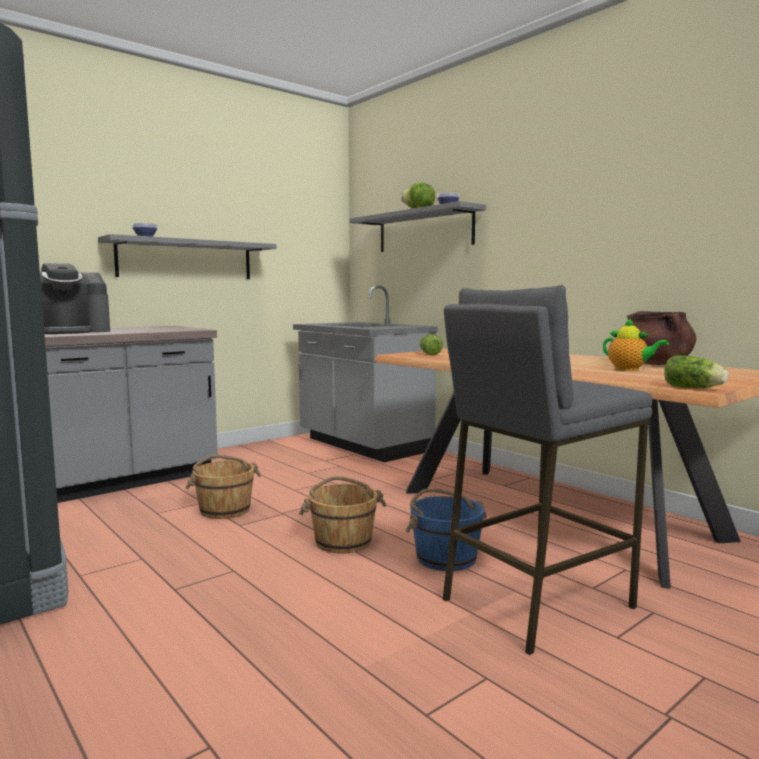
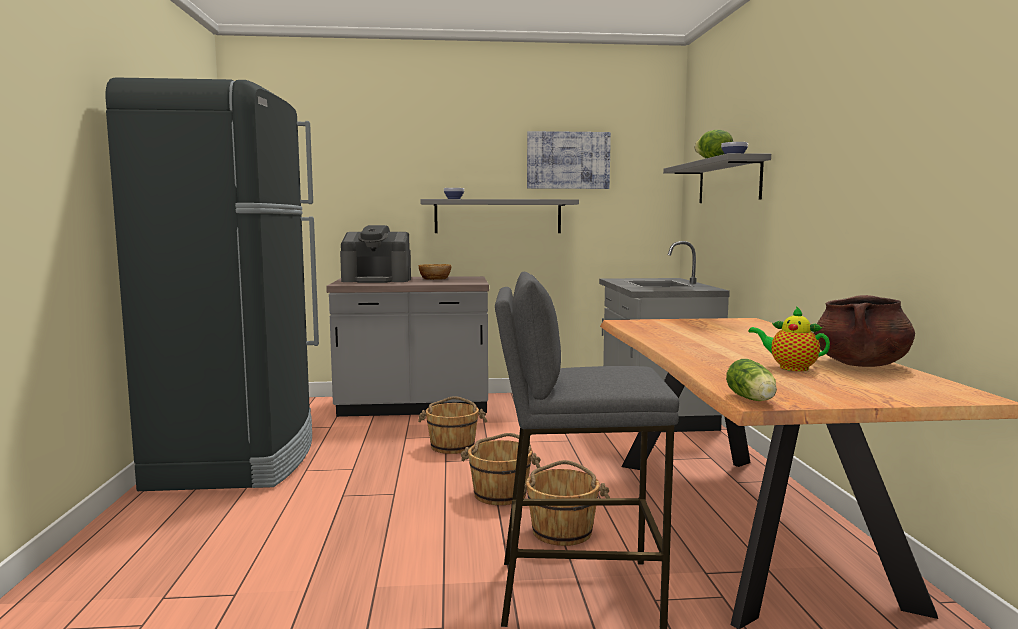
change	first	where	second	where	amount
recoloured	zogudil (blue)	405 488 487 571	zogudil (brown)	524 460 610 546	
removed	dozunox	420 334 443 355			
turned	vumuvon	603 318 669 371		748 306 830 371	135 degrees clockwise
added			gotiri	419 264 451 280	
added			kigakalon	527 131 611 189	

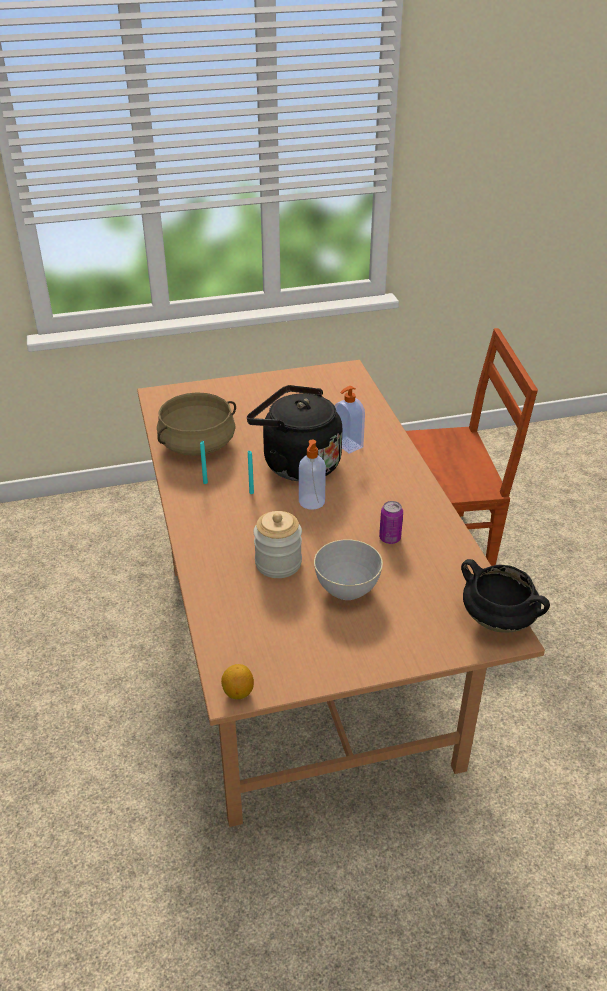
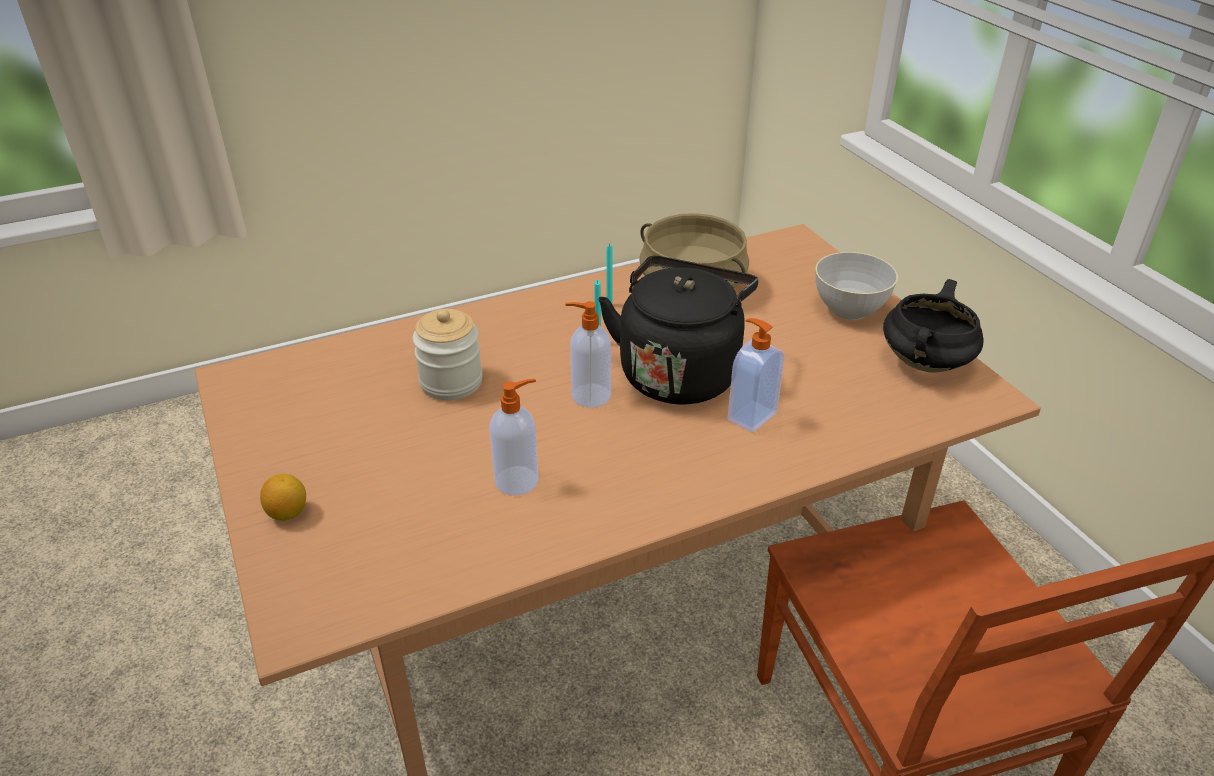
change	first	where	second	where	amount
moved	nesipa	221 664 254 699		260 474 306 521	
moved	gotiri (grey)	314 539 383 600		815 252 898 320	
replaced	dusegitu	379 501 403 544	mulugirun	489 379 538 496	
moved	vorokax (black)	461 559 550 632		883 279 983 373	

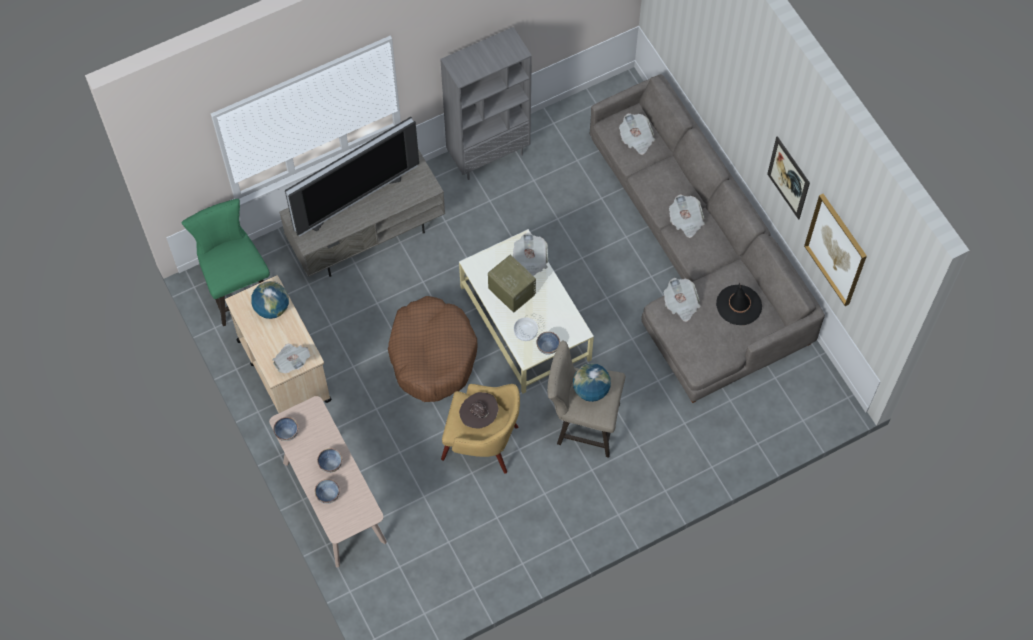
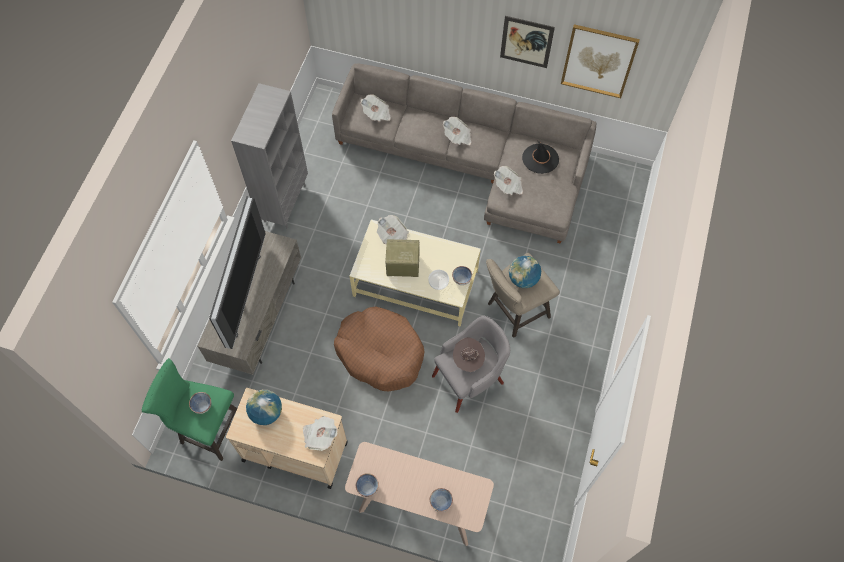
change	first	where	second	where	amount
moved	gotiri	317 448 342 473		189 392 212 414	
recoloured	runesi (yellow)	441 384 520 474	runesi (grey)	432 315 510 413	

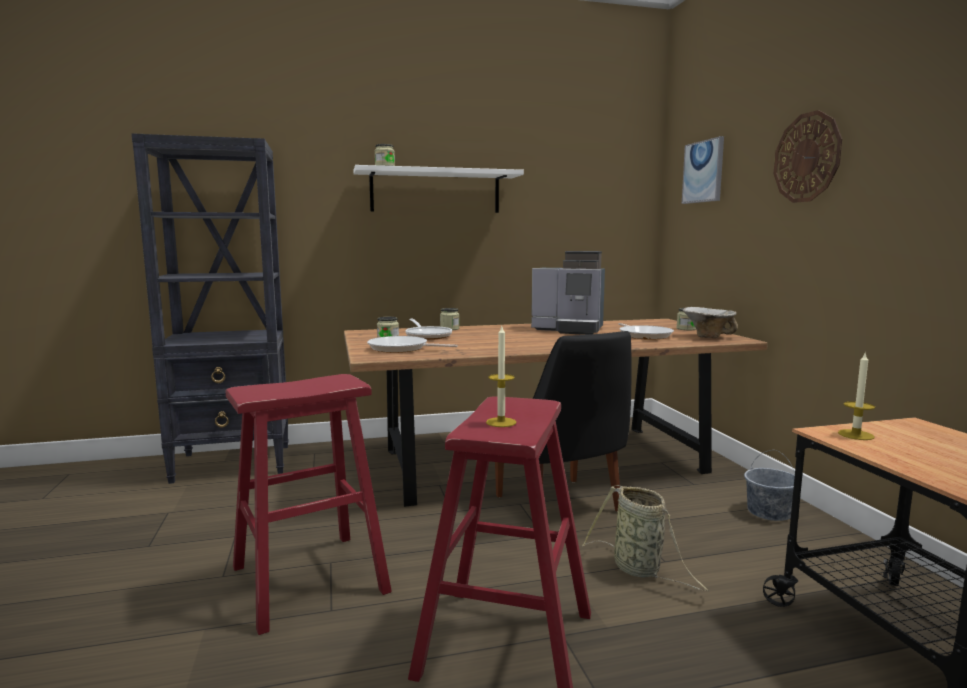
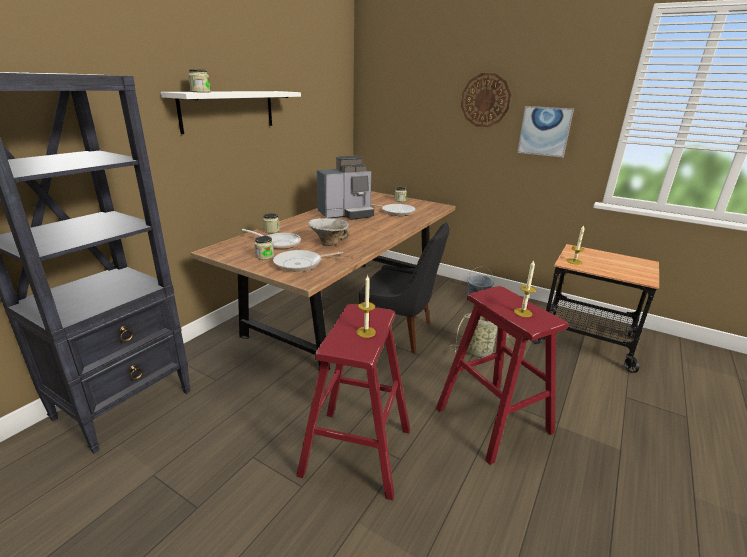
change	first	where	second	where	amount
moved	kigakalon	682 136 724 204		517 106 574 158	
moved	gotiri	683 307 738 338		308 218 349 246	
added			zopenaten	357 274 376 338	

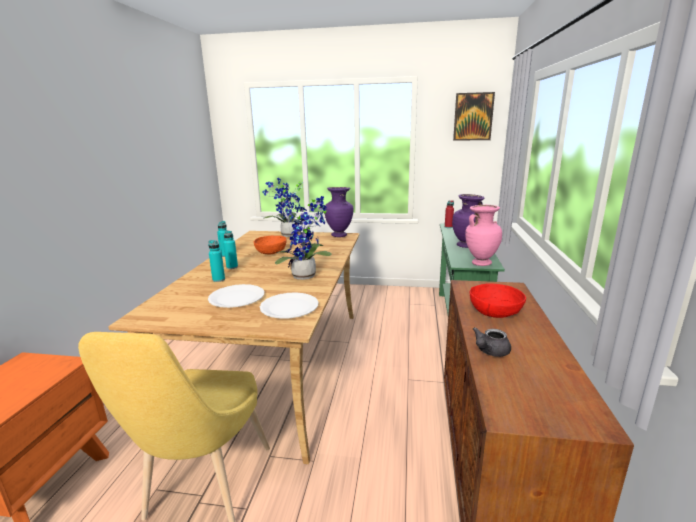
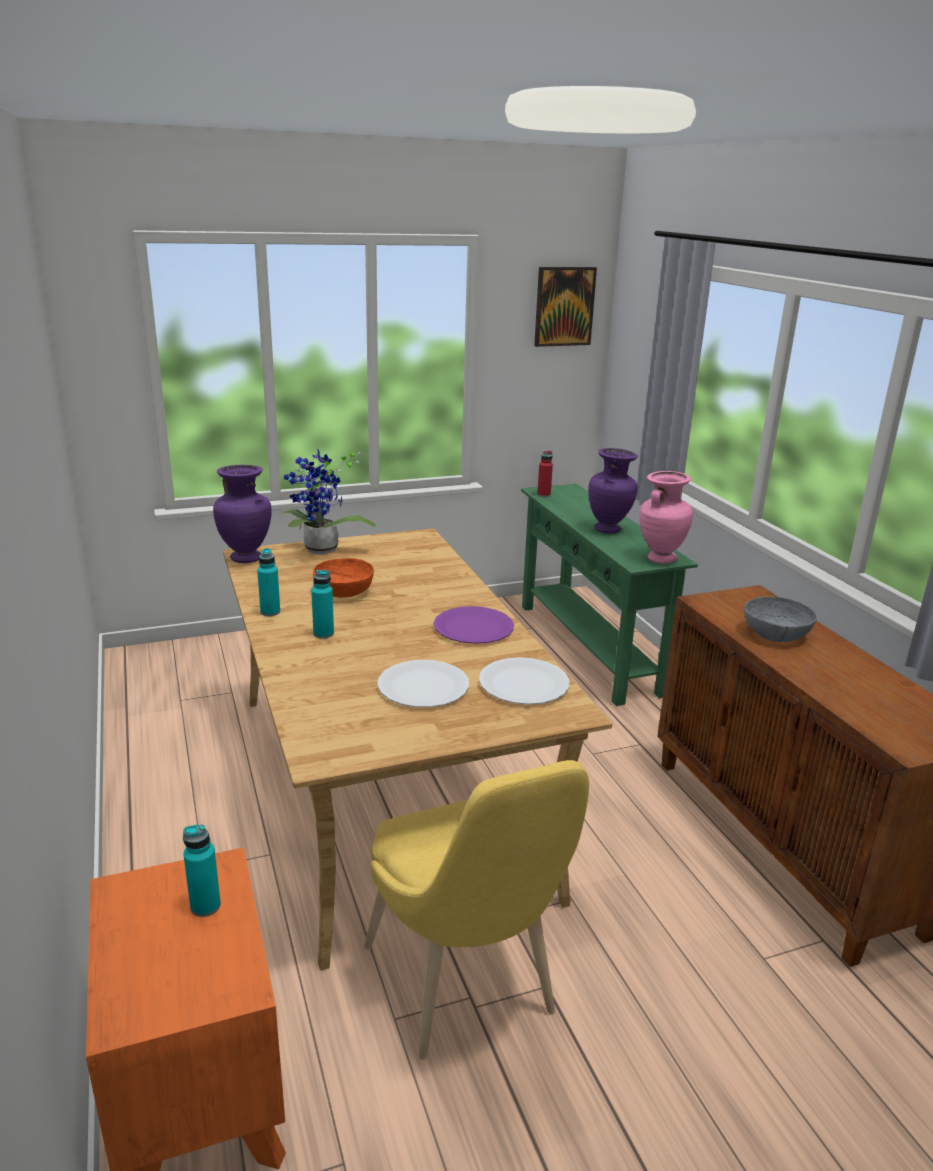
change	first	where	second	where	amount
moved	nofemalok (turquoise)	208 240 225 282		183 824 221 917	
replaced	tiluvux	275 196 332 280	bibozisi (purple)	434 606 514 644	
moved	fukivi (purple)	325 187 353 237		213 465 272 563	
recoloured	gotiri (red)	470 284 526 318	gotiri (grey)	744 597 817 642	
removed	vumuvon (grey)	473 327 511 357			

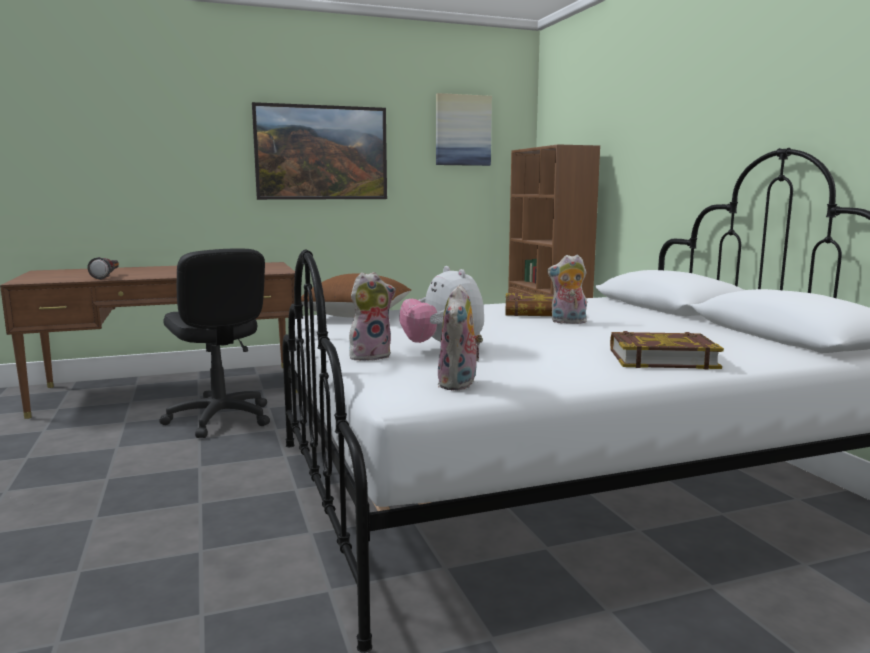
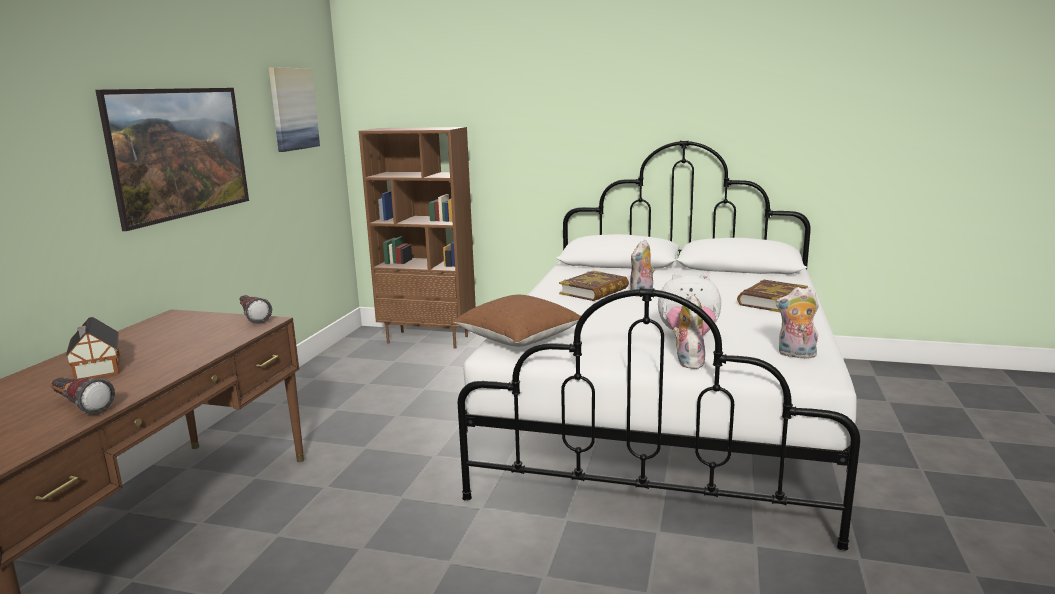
change	first	where	second	where	amount
removed	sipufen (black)	159 249 270 438			
turned	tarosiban	438 284 483 391		776 287 819 358	150 degrees clockwise
added			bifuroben	65 317 120 379	
added			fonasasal	239 295 272 324	

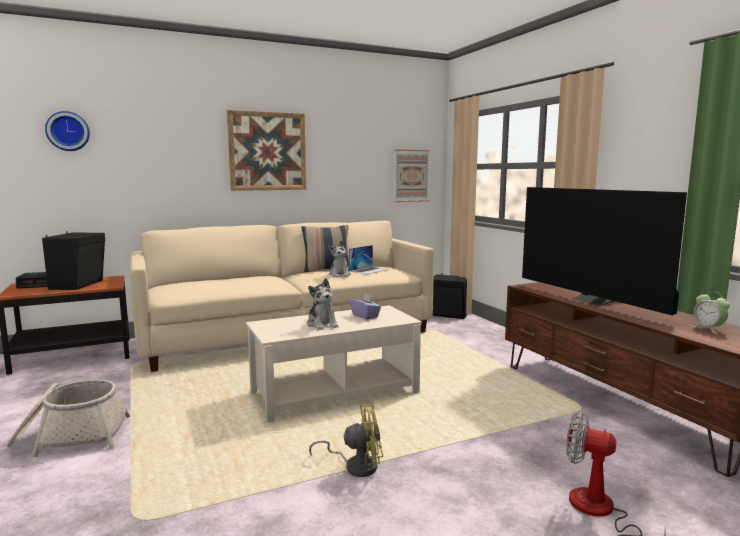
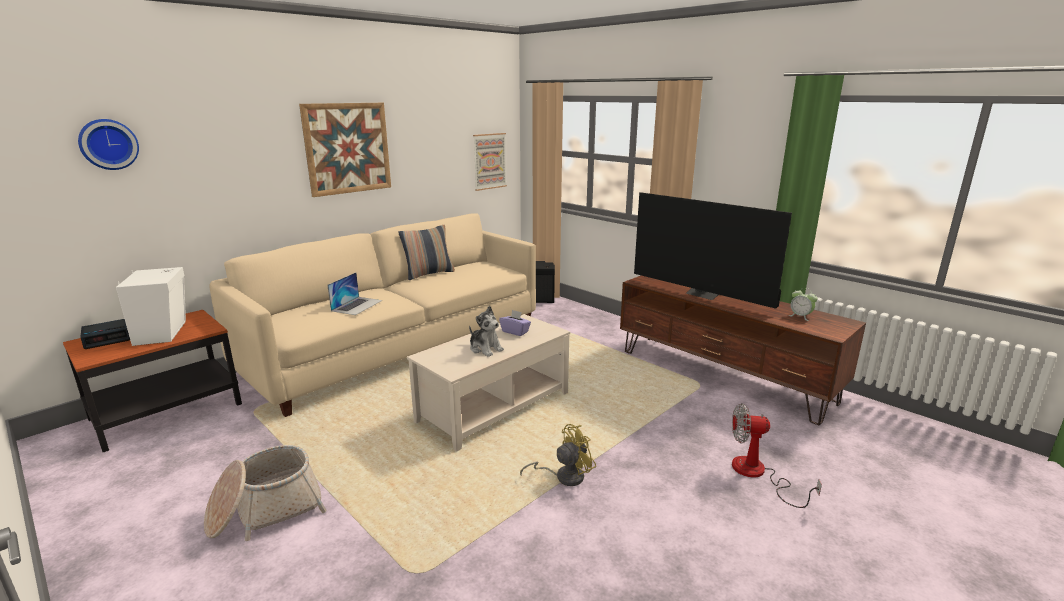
change	first	where	second	where	amount
recoloured	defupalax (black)	42 231 105 290	defupalax (white)	116 267 186 346	
removed	tarosiban	328 240 351 277			
moved	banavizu	349 245 390 275		327 272 382 315	

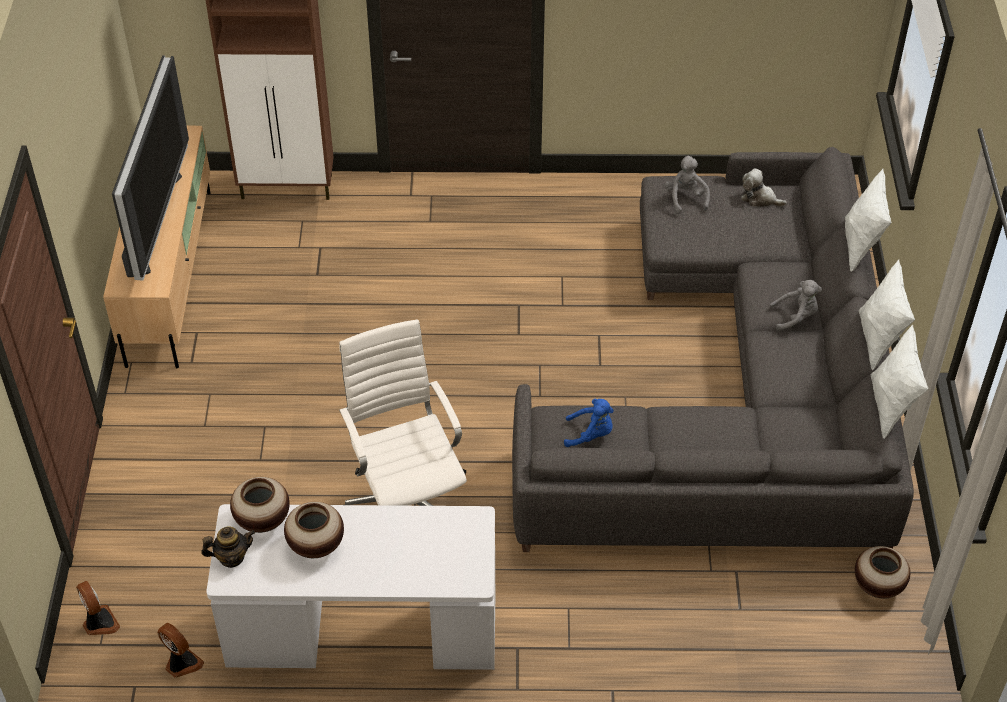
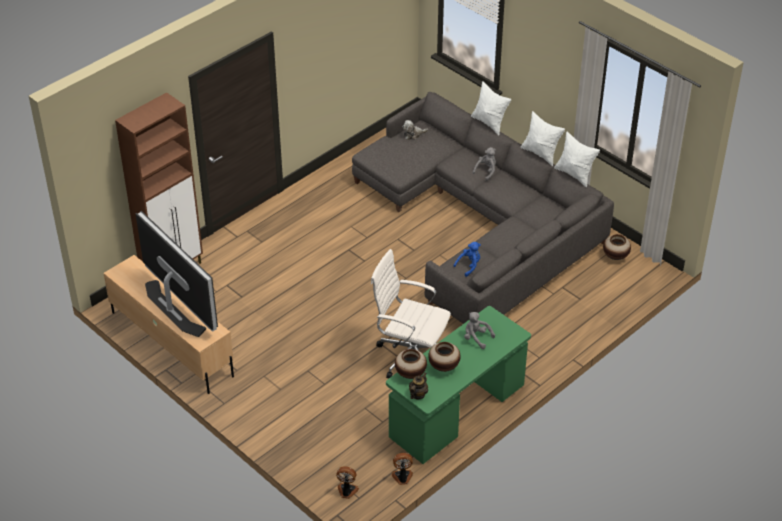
change	first	where	second	where	amount
recoloured	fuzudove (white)	207 504 495 670	fuzudove (green)	386 306 531 464	
moved	tarosiban (grey)	664 155 710 214		464 312 495 349	

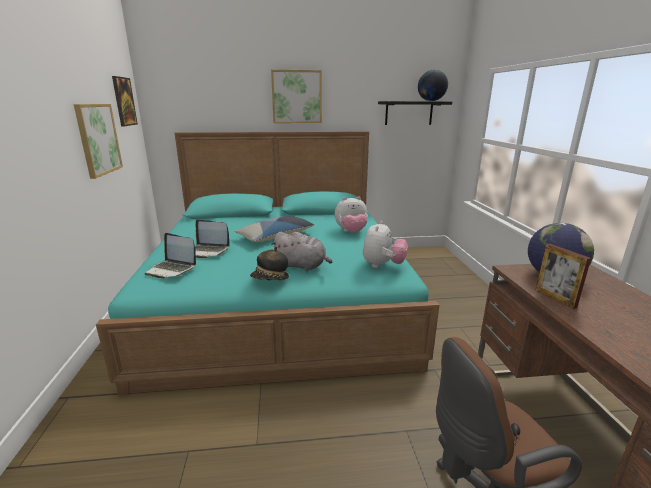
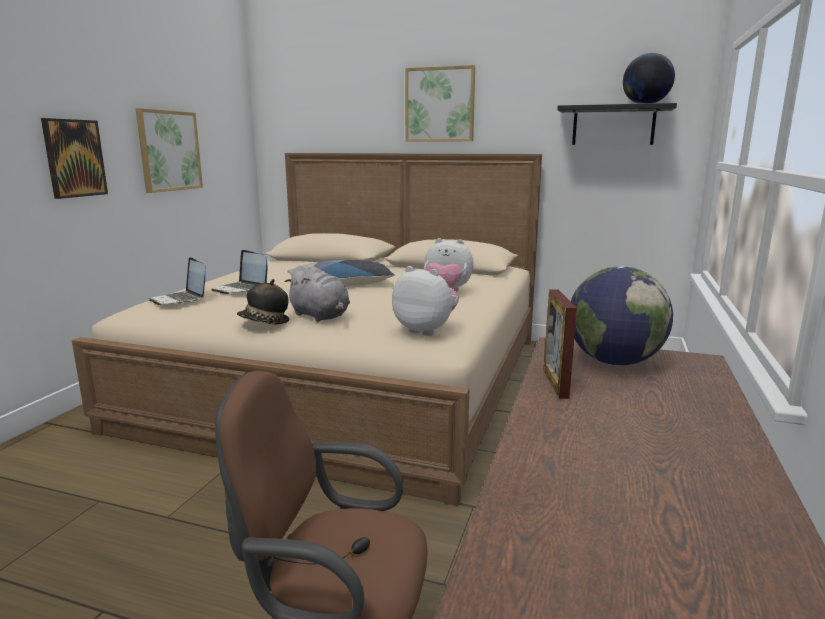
change	first	where	second	where	amount
recoloured	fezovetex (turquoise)	96 131 439 396	fezovetex (beige)	72 153 542 506	
moved	kigakalon	112 76 138 127		41 118 108 199	
turned	tarosiban	363 221 408 268		392 266 459 336	105 degrees counterclockwise

